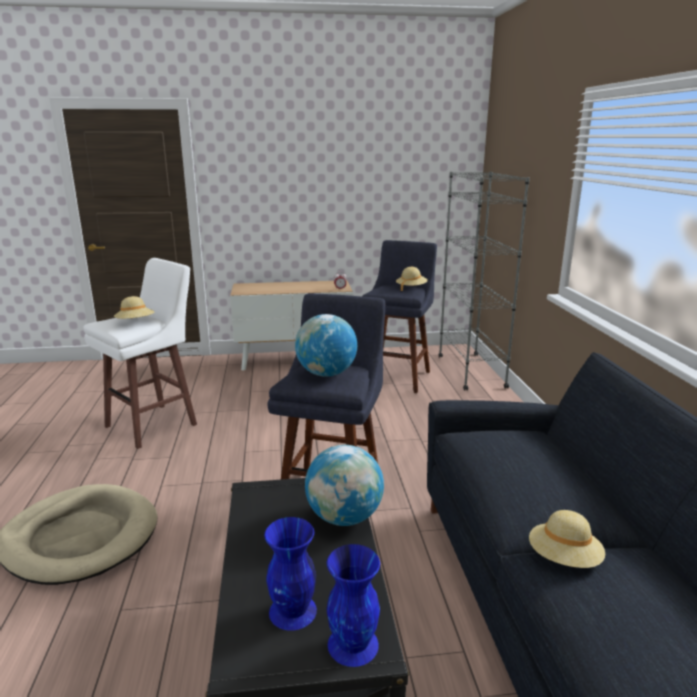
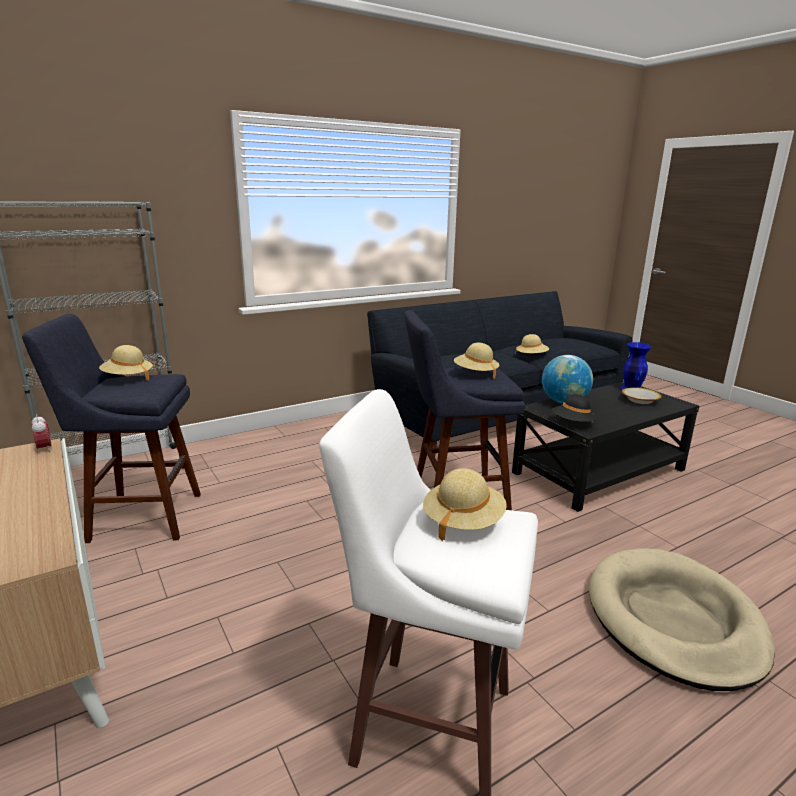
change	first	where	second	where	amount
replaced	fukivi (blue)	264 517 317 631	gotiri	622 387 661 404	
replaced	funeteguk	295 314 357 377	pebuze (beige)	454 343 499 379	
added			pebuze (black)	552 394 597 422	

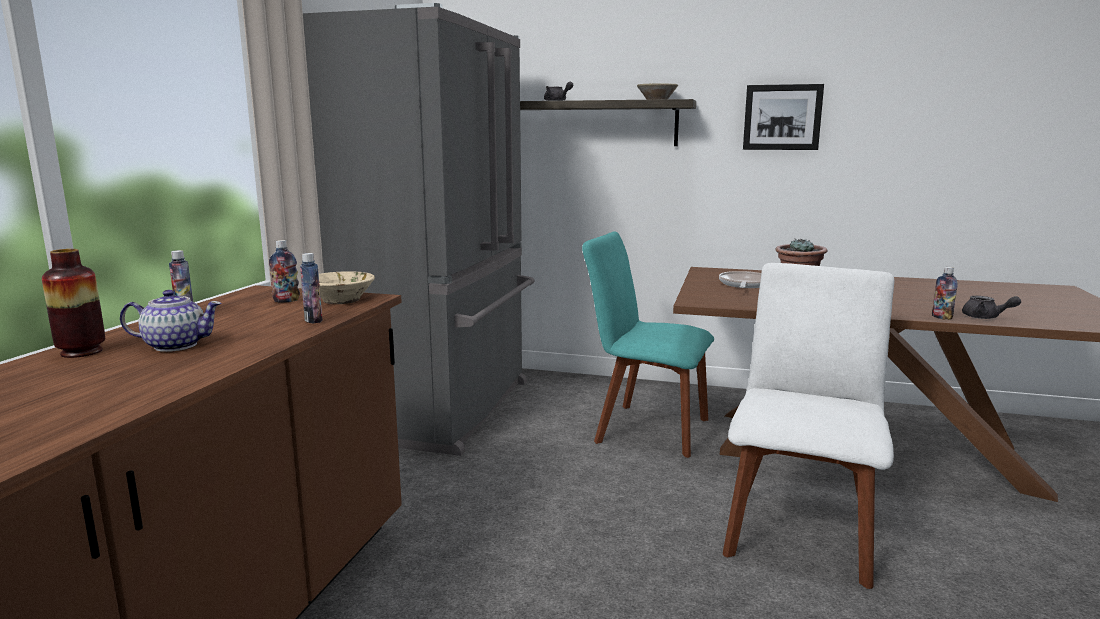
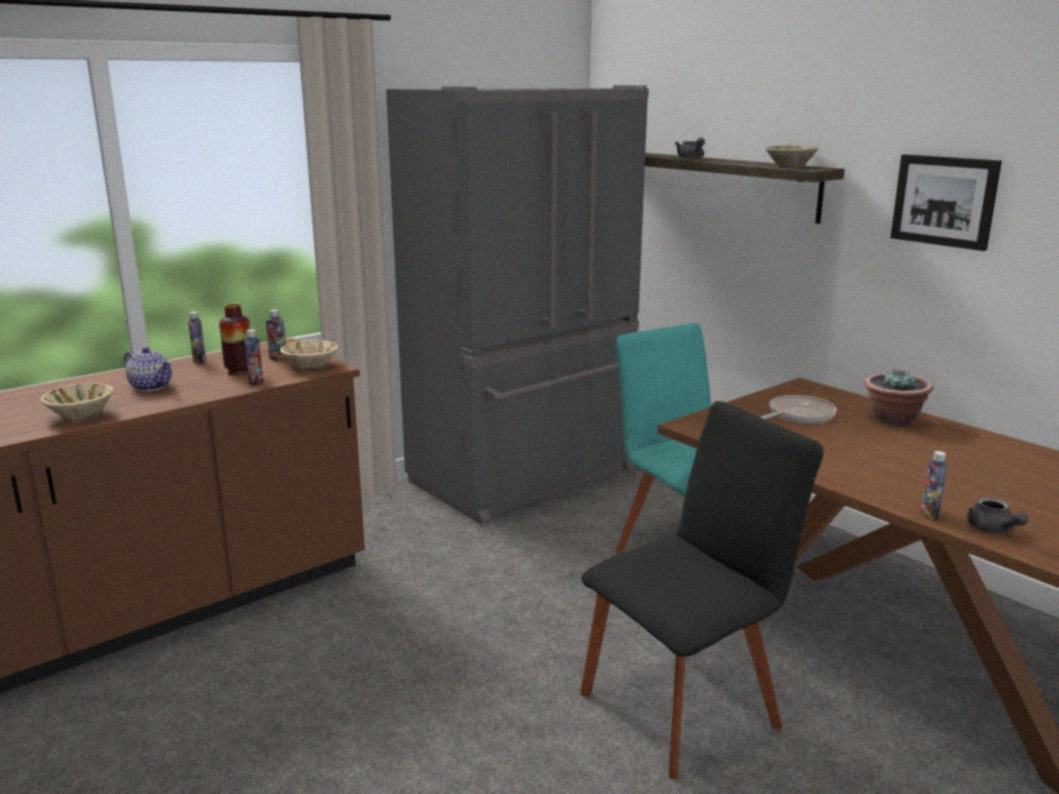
change	first	where	second	where	amount
moved	fukivi	42 249 105 358		219 304 251 375	
recoloured	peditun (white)	723 263 894 589	peditun (black)	580 401 824 779	
added			gotiri (beige)	41 383 114 421	

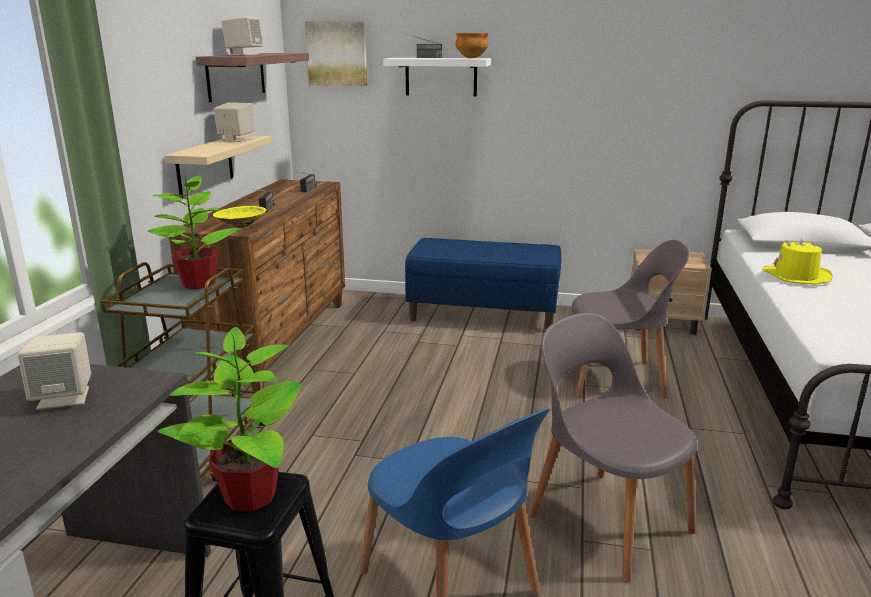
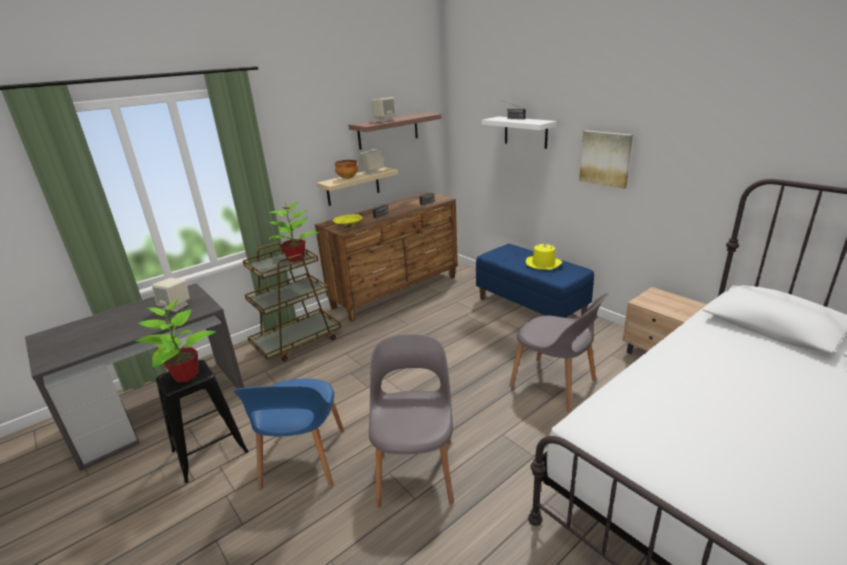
change	first	where	second	where	amount
moved	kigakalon	305 21 367 86		579 130 633 189	
moved	gotiri	455 33 488 58		335 160 358 179	
moved	pebuze (yellow)	762 239 832 285		526 243 562 270	

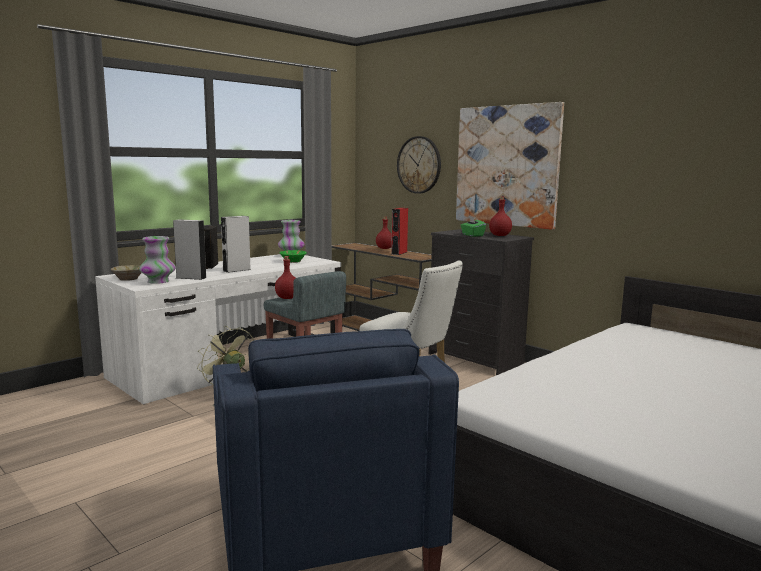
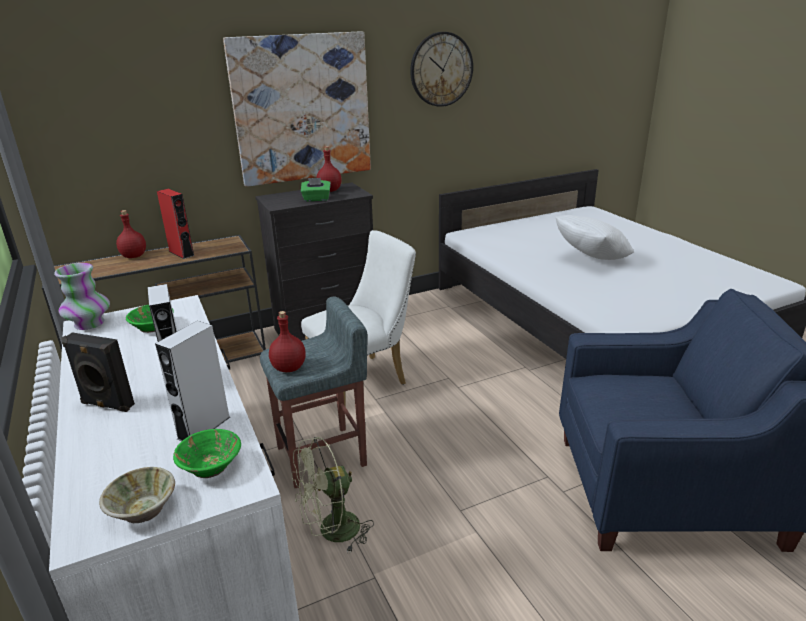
change	first	where	second	where	amount
replaced	fukivi	139 236 176 284	gotiri (green)	173 429 241 478	
moved	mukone	397 136 441 194		410 32 473 107	
added			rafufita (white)	555 215 634 260	

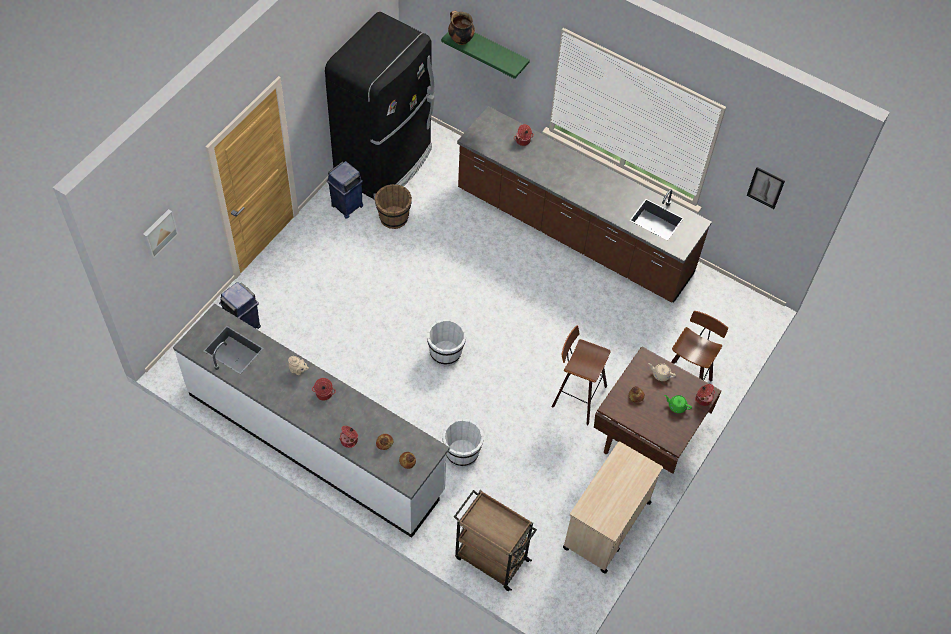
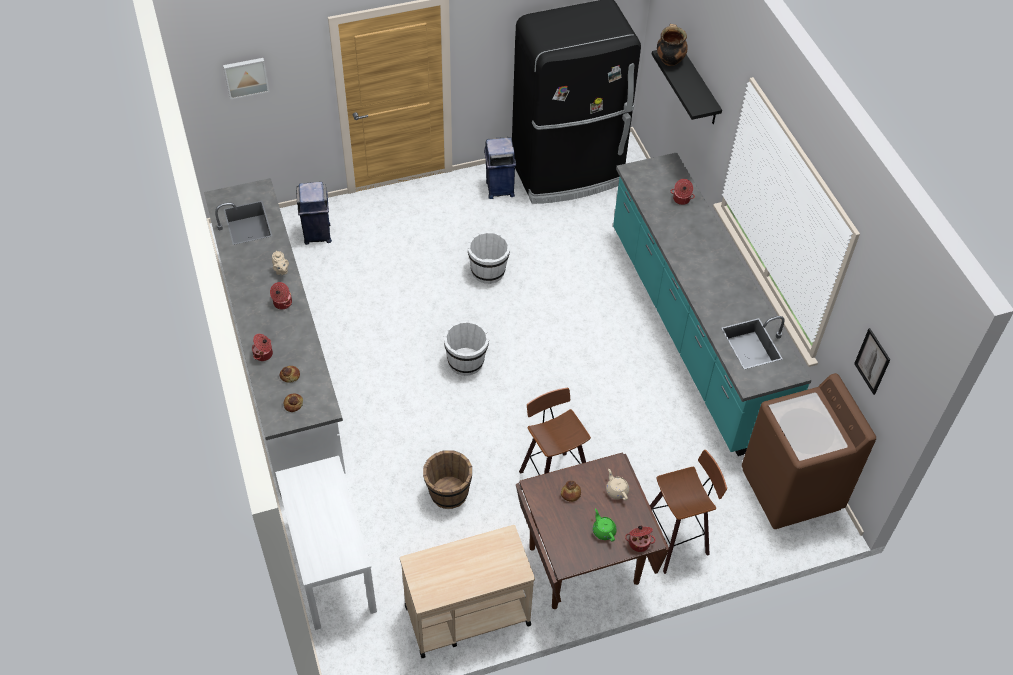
change	first	where	second	where	amount
moved	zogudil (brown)	375 184 412 229		423 450 472 509	
recoloured	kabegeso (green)	441 32 530 79	kabegeso (black)	652 50 722 124	
moved	zogudil (white)	442 418 484 467		467 231 510 284	
replaced	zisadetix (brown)	454 490 537 591	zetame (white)	275 456 377 630	
recoloured	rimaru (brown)	457 106 712 303	rimaru (turquoise)	613 152 812 456	
added			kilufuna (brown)	742 373 876 529	

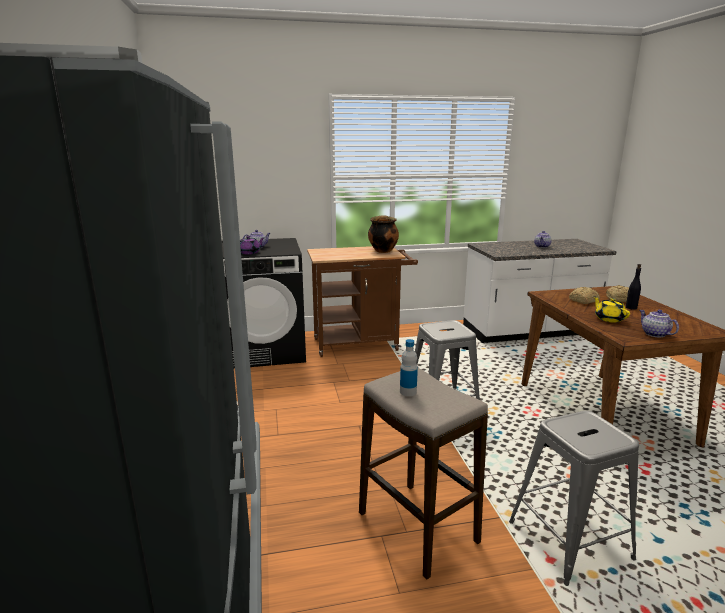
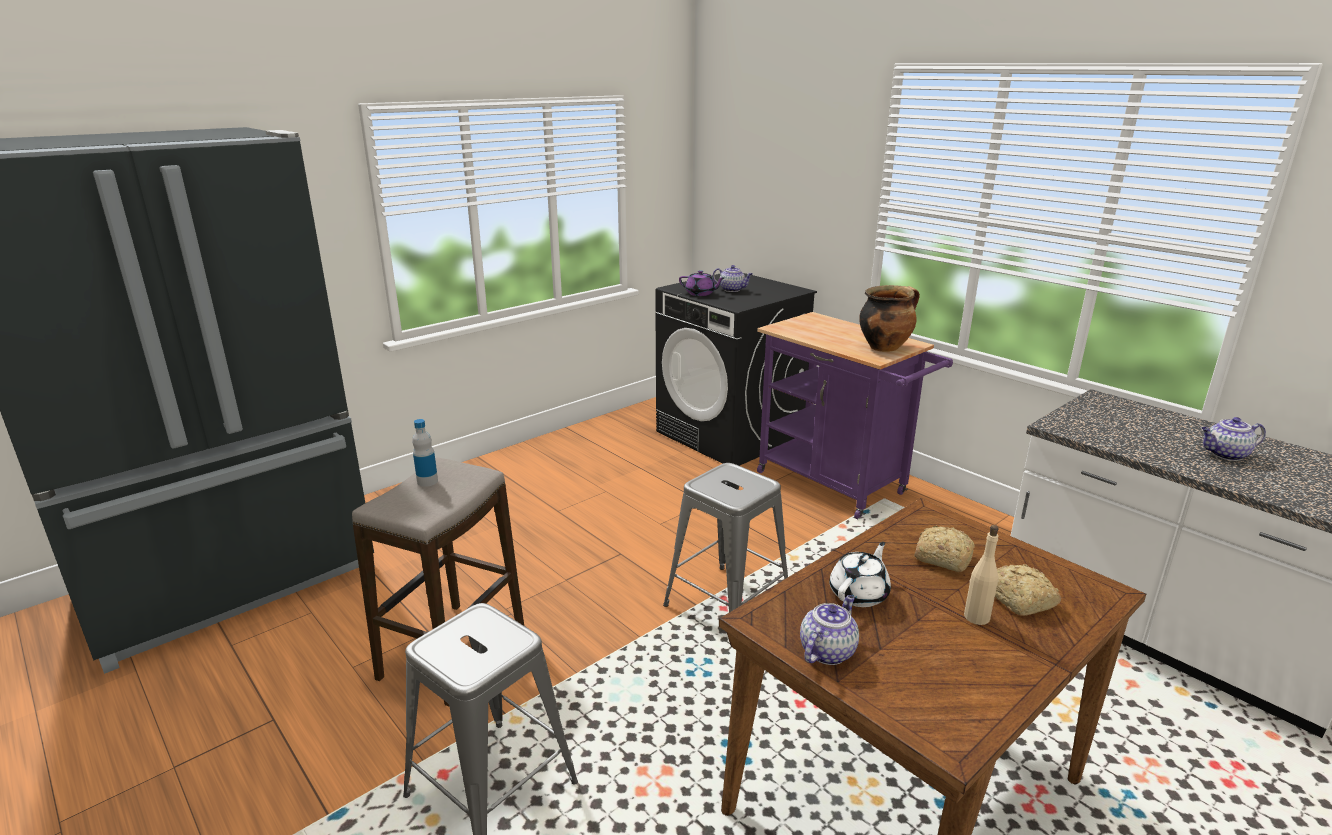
change	first	where	second	where	amount
recoloured	zisadetix (brown)	307 246 418 357	zisadetix (purple)	757 312 953 519	
recoloured	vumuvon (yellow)	593 296 630 323	vumuvon (white)	829 542 891 607	
recoloured	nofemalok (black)	626 264 641 310	nofemalok (beige)	964 525 999 625	

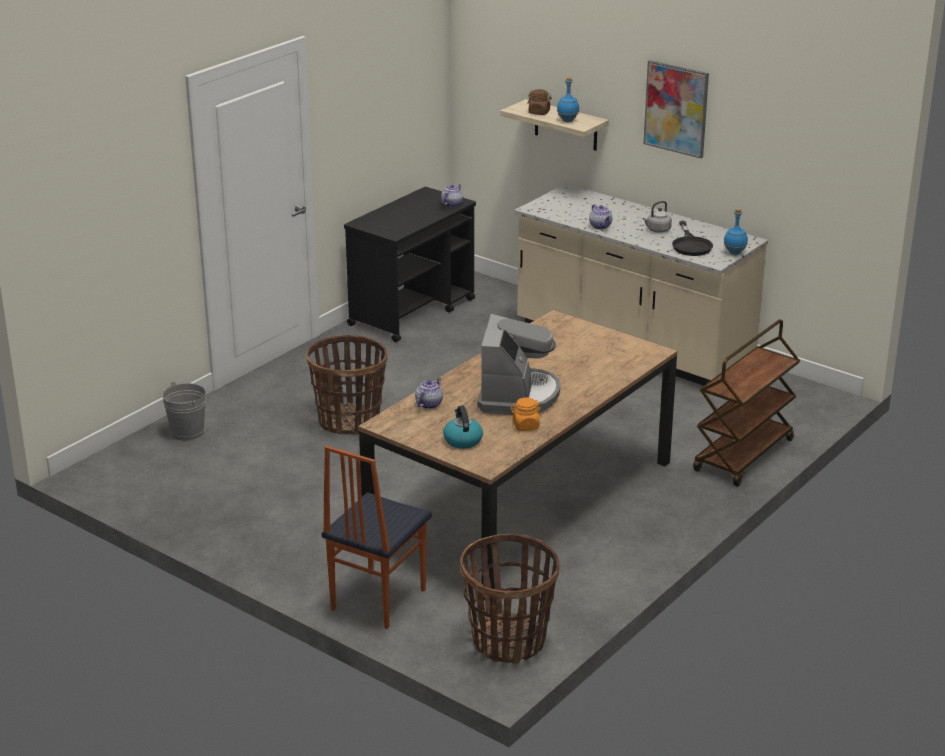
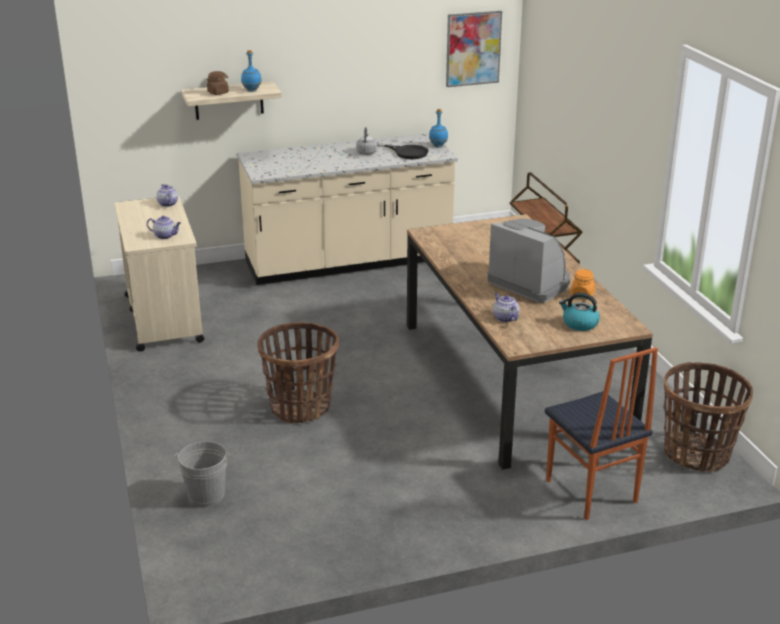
change	first	where	second	where	amount
recoloured	zisadetix (black)	344 187 476 342	zisadetix (beige)	114 195 205 352	
moved	vumuvon	589 204 612 229		147 216 181 239	
moved	kigakalon	644 60 709 158		446 11 502 87	

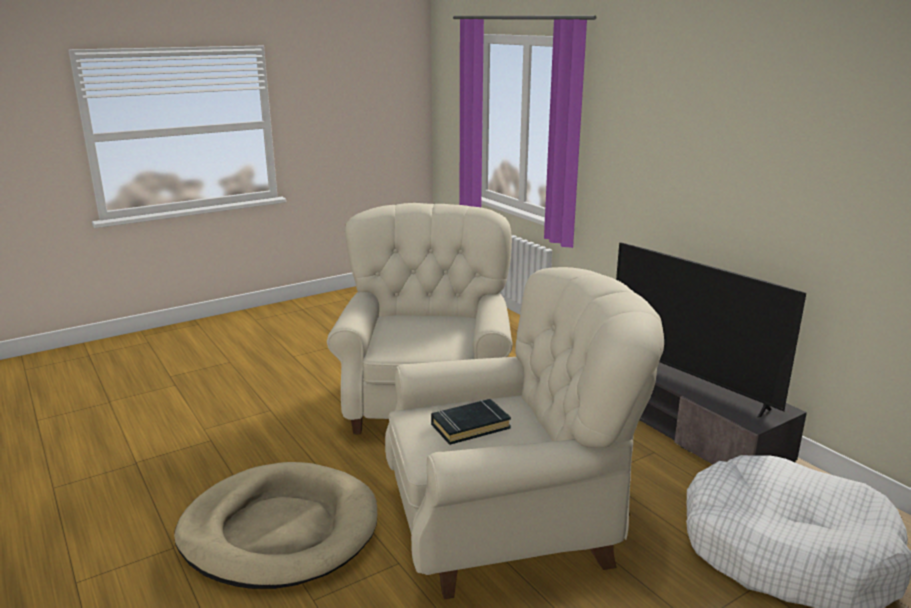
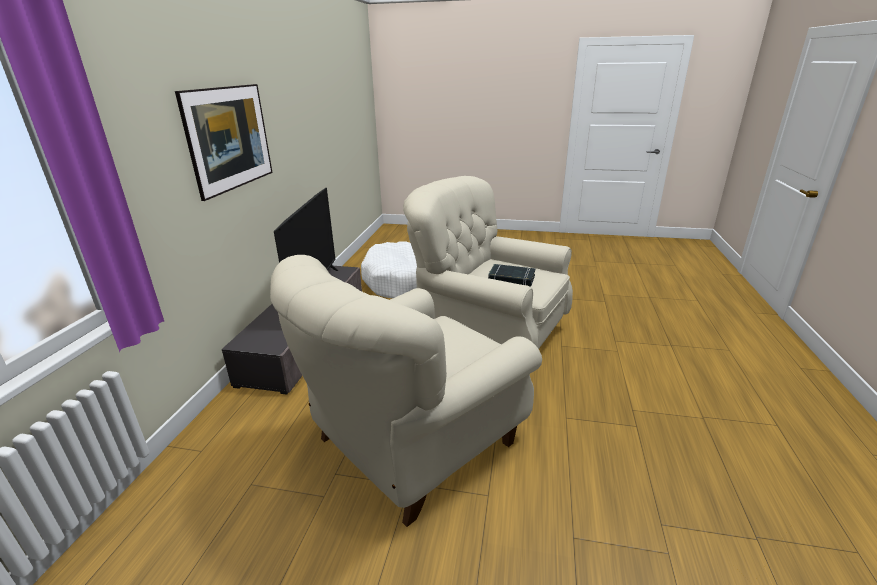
change	first	where	second	where	amount
removed	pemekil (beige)	174 462 377 589			
added			kigakalon	175 84 273 201	

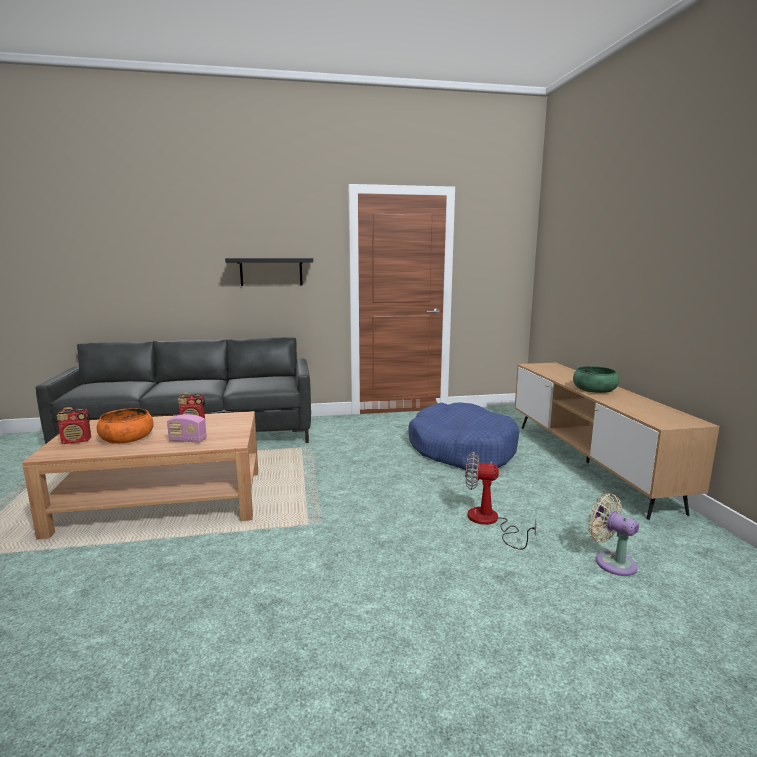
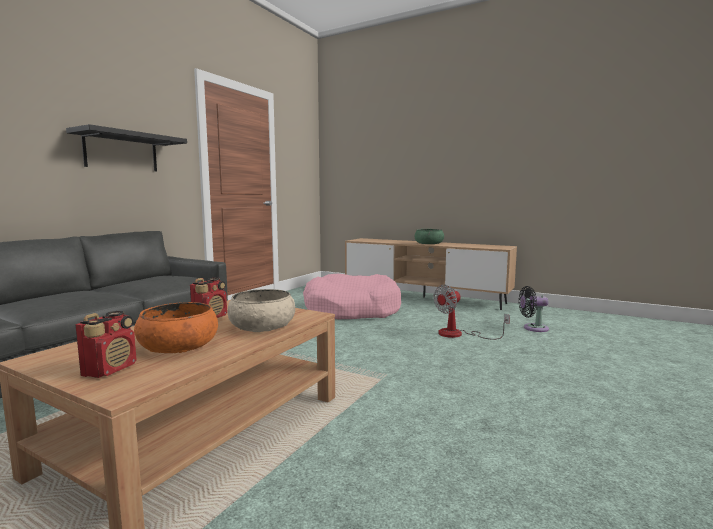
change	first	where	second	where	amount
replaced	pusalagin	167 414 207 443	gotiri (beige)	228 289 295 332	
recoloured	pemekil (blue)	409 402 519 471	pemekil (pink)	303 274 401 320	
recoloured	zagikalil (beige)	587 493 639 576	zagikalil (black)	519 286 549 332	

